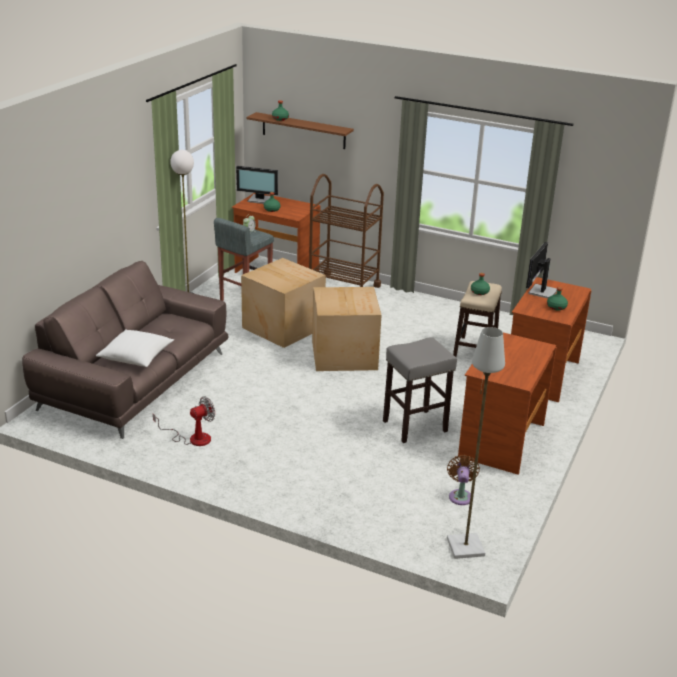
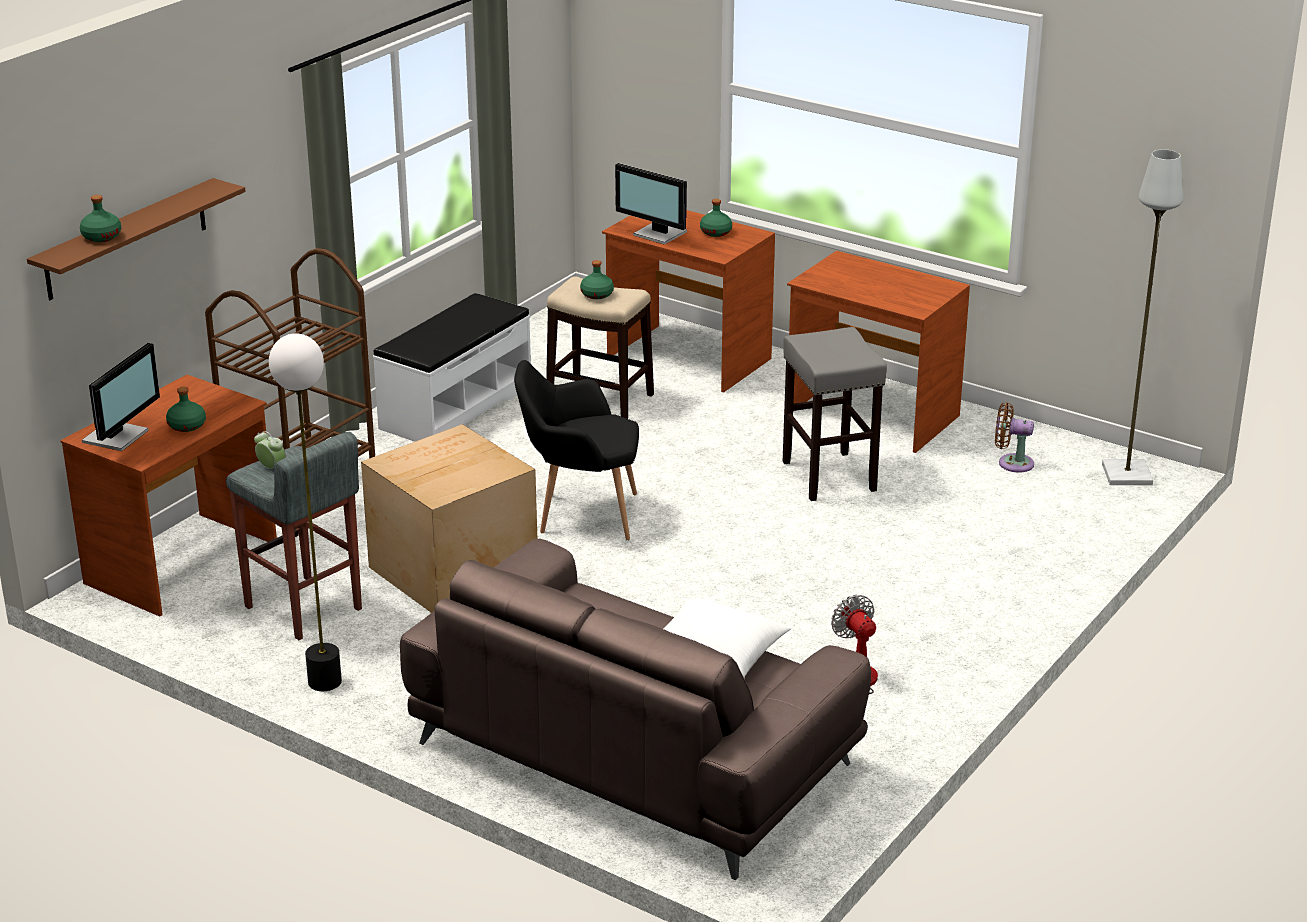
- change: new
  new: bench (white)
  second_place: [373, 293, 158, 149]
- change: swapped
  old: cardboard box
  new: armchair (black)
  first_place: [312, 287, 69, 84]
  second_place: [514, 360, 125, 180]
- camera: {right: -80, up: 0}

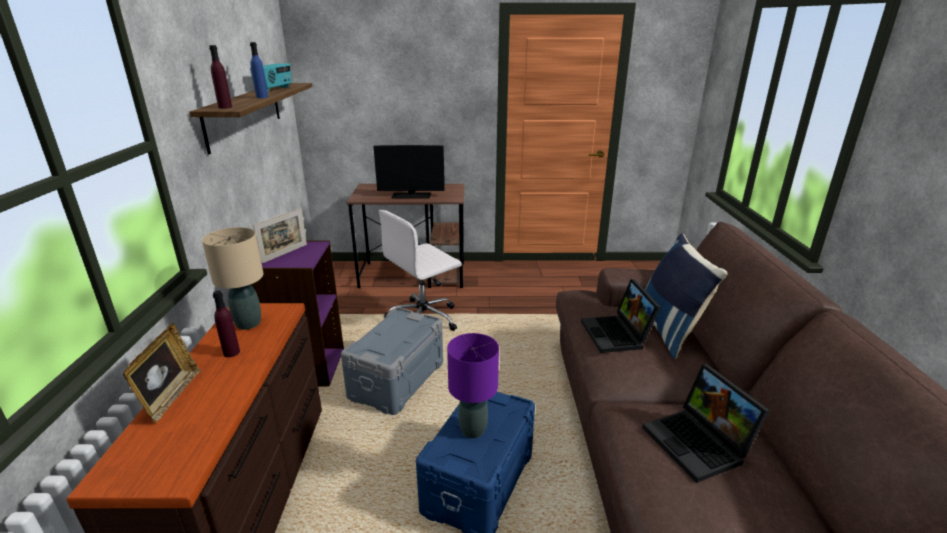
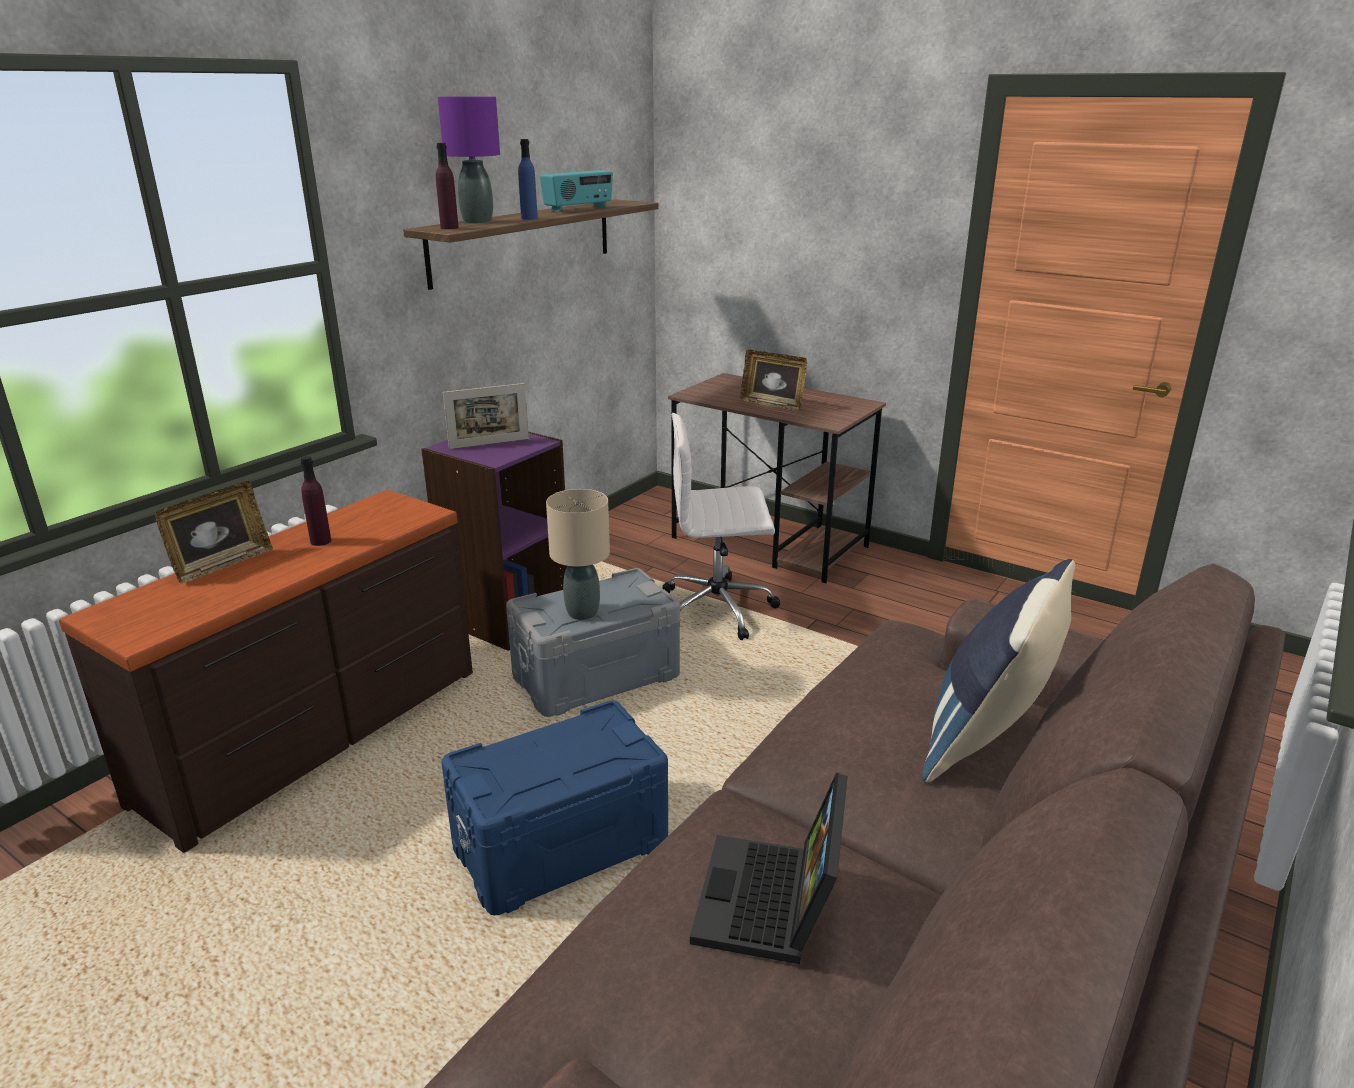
- change: gone
  old: laptop
  first_place: [581, 279, 80, 74]
- change: shifted
  old: table lamp (beige)
  first_place: [202, 227, 61, 103]
  second_place: [546, 489, 64, 131]
- change: shifted
  old: table lamp (purple)
  first_place: [447, 333, 52, 105]
  second_place: [438, 97, 62, 127]
- change: swapped
  old: monitor
  new: picture frame
  first_place: [373, 145, 72, 53]
  second_place: [740, 350, 67, 62]
- camera: {right: 35, up: 0}

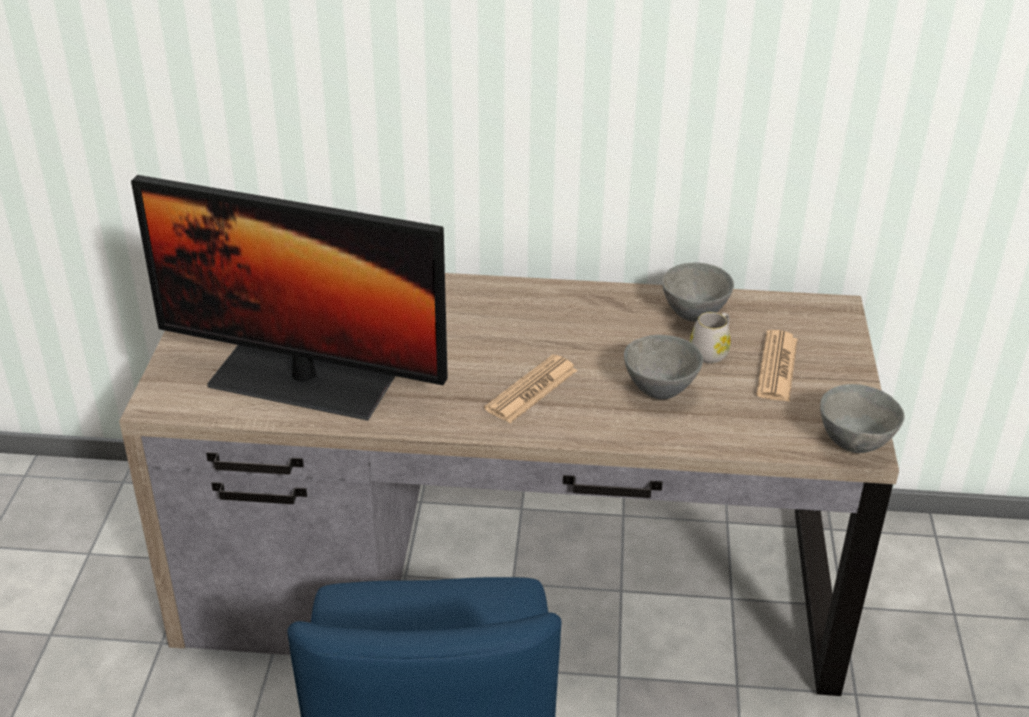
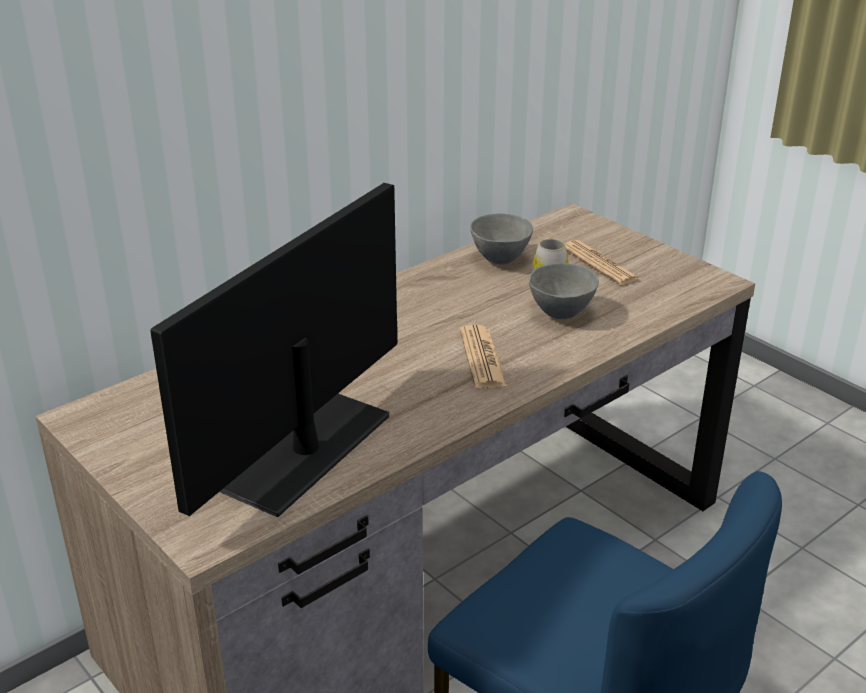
- change: gone
  old: bowl (grey)
  first_place: [820, 384, 85, 69]
- change: rotated
  old: monitor
  first_place: [131, 175, 317, 245]
  second_place: [150, 183, 247, 334]
  degrees: 150
- camera: {right: -45, up: -5}

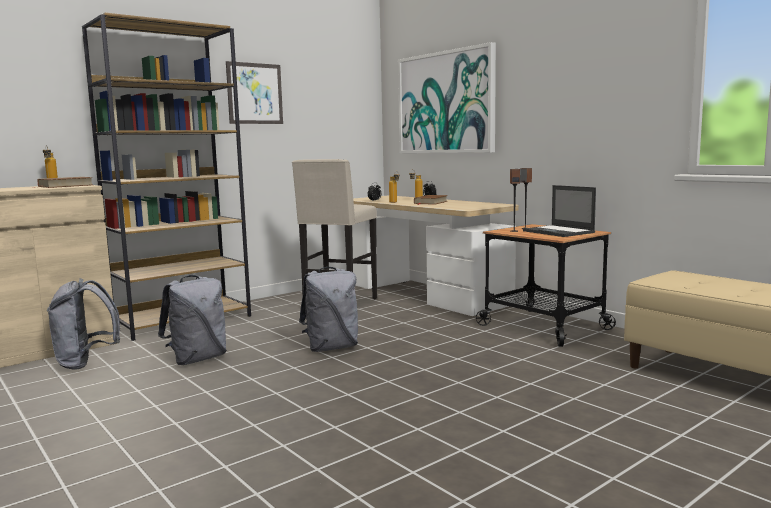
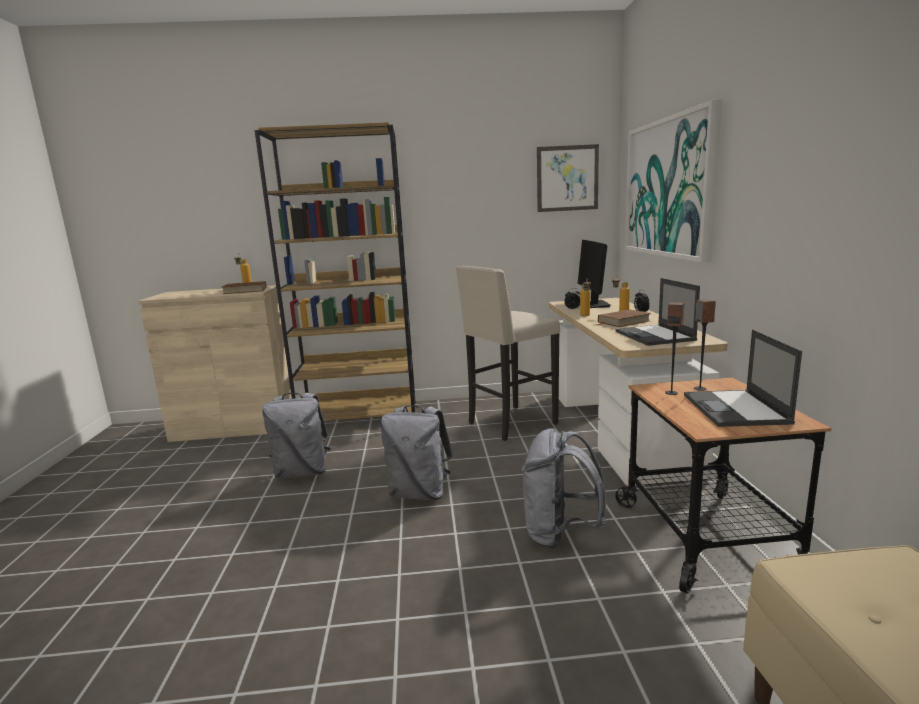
- change: new
  new: monitor
  second_place: [578, 240, 33, 68]
- change: new
  new: laptop
  second_place: [615, 278, 85, 68]
- change: shifted
  old: backpack (grey)
  first_place: [47, 278, 73, 91]
  second_place: [522, 428, 84, 121]
- change: shifted
  old: picture
  first_place: [226, 61, 57, 63]
  second_place: [537, 144, 62, 68]
- camera: {right: 35, up: 5}

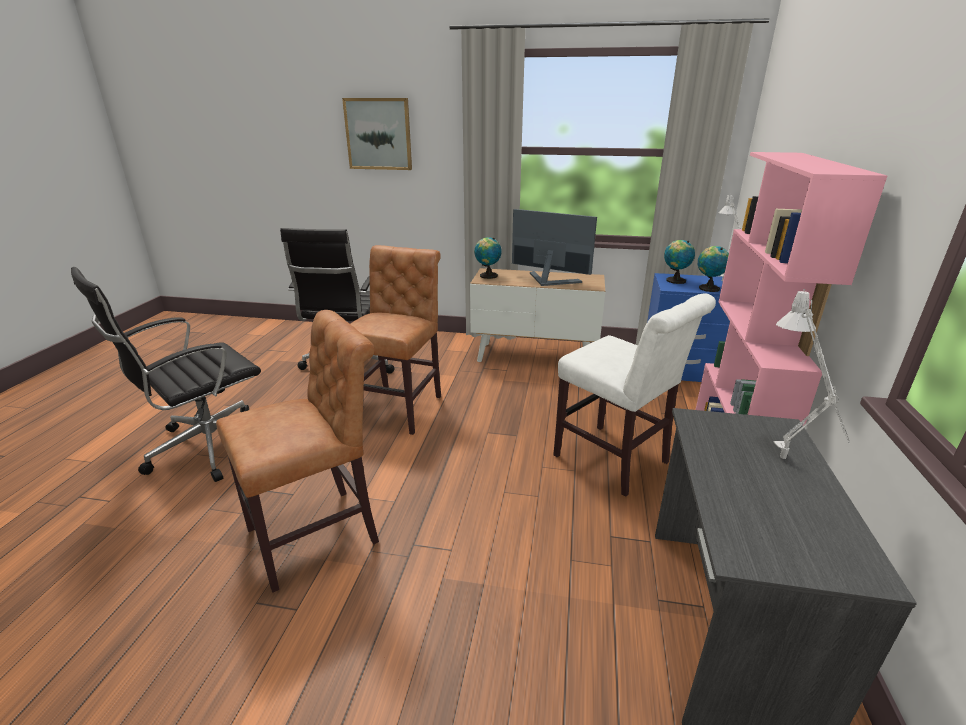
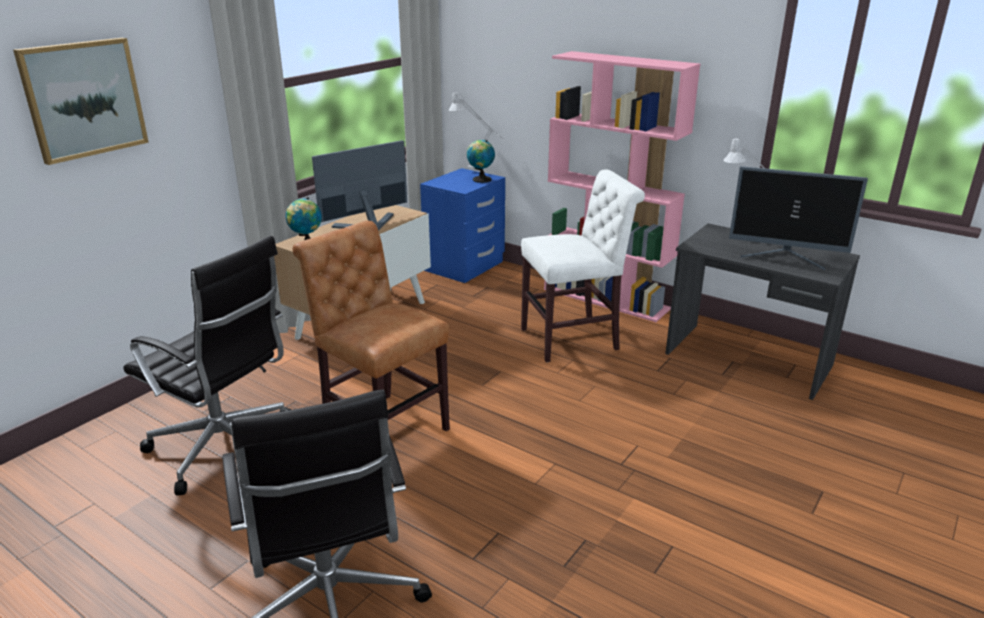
- change: gone
  old: chair (brown)
  first_place: [216, 310, 163, 283]
- change: gone
  old: globe
  first_place: [664, 240, 31, 44]
- change: new
  new: monitor
  second_place: [729, 166, 139, 104]
- camera: {right: -65, up: 0}

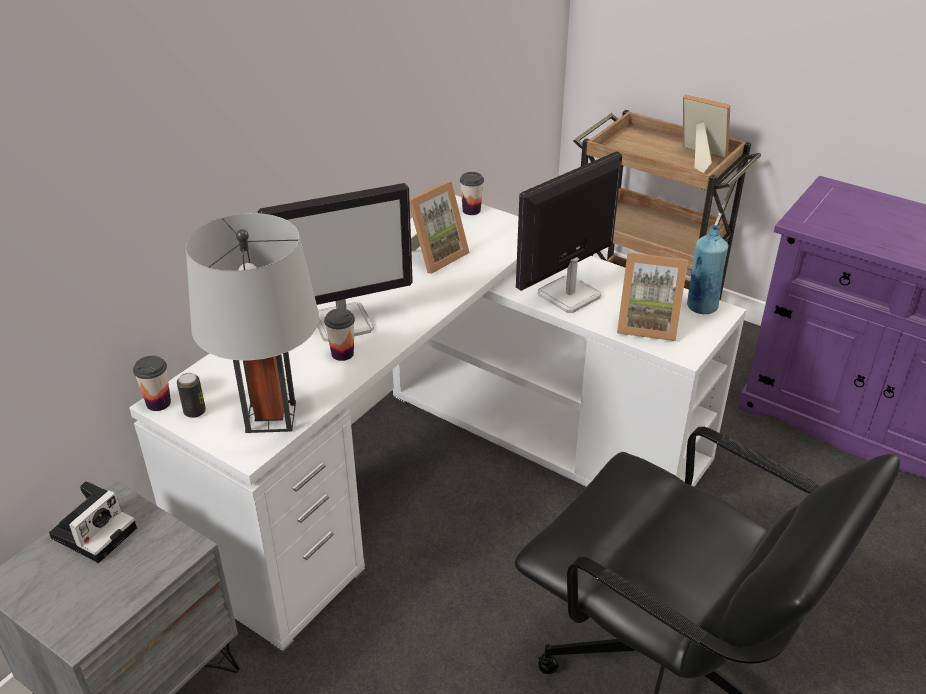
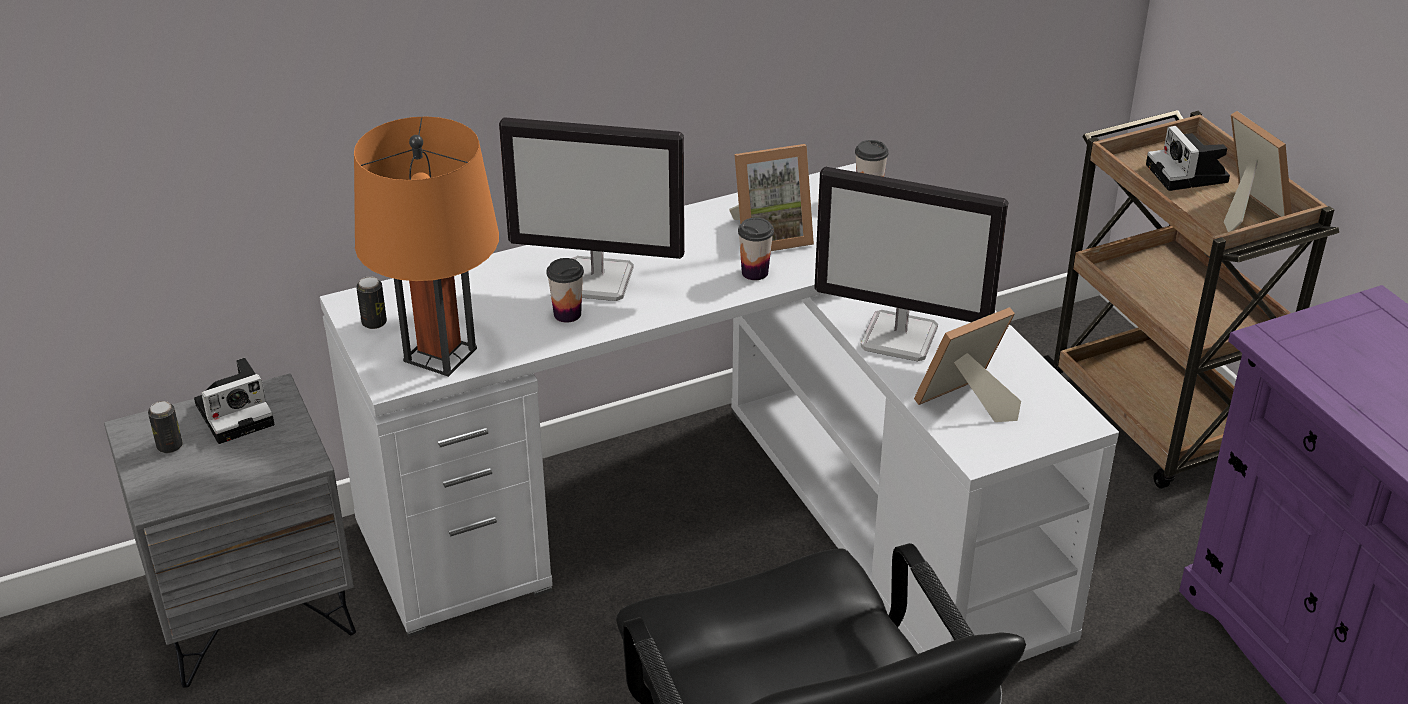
- change: gone
  old: bottle (blue)
  first_place: [687, 225, 42, 89]
- change: new
  new: can
  second_place: [148, 401, 35, 52]
- change: new
  new: photo camera
  second_place: [1146, 126, 84, 65]
- change: shifted
  old: cup
  first_place: [133, 356, 38, 55]
  second_place: [738, 218, 36, 62]
- change: repainted
  old: table lamp (grey)
  new: table lamp (orange)
  first_place: [186, 213, 133, 220]
  second_place: [354, 117, 145, 260]
- change: rotated
  old: monitor
  first_place: [516, 151, 106, 162]
  second_place: [814, 167, 194, 194]
  degrees: -150
- change: rotated
  old: picture frame
  first_place: [617, 252, 71, 89]
  second_place: [914, 307, 107, 115]
  degrees: 105
- camera: {right: 30, up: 0}

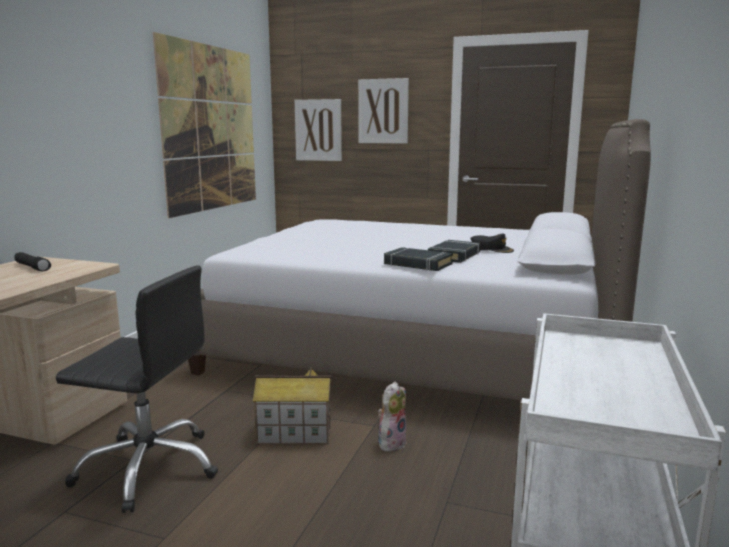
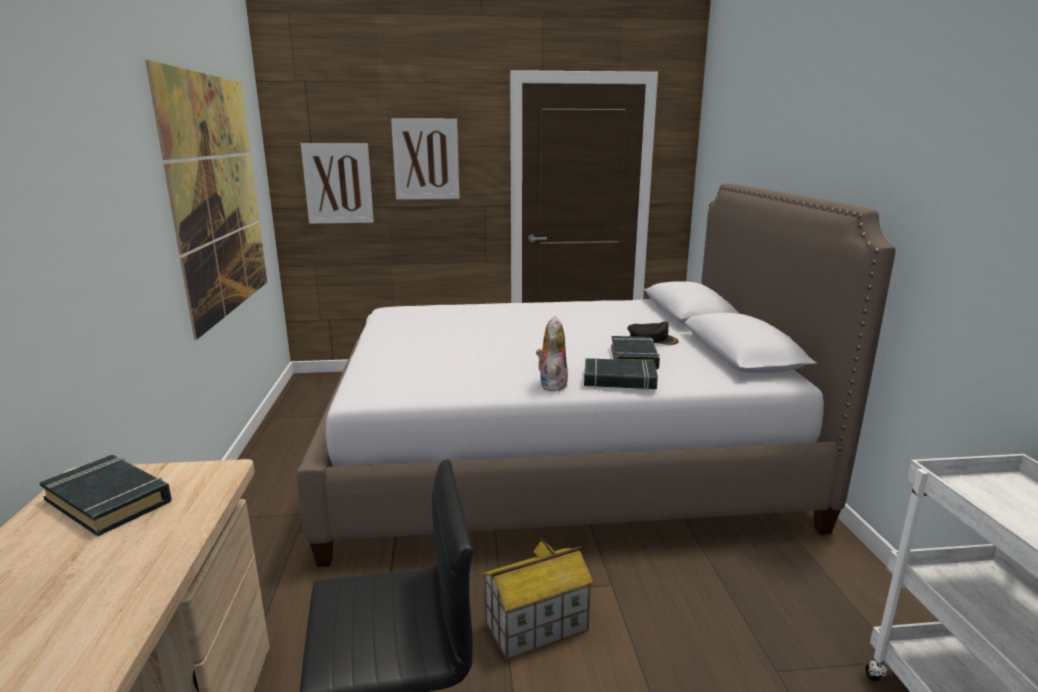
- change: shifted
  old: plush toy
  first_place: [378, 382, 29, 71]
  second_place: [536, 316, 32, 76]
- change: swapped
  old: flashlight (black)
  new: book (black)
  first_place: [14, 252, 37, 19]
  second_place: [40, 455, 132, 81]
- camera: {right: -25, up: 5}

